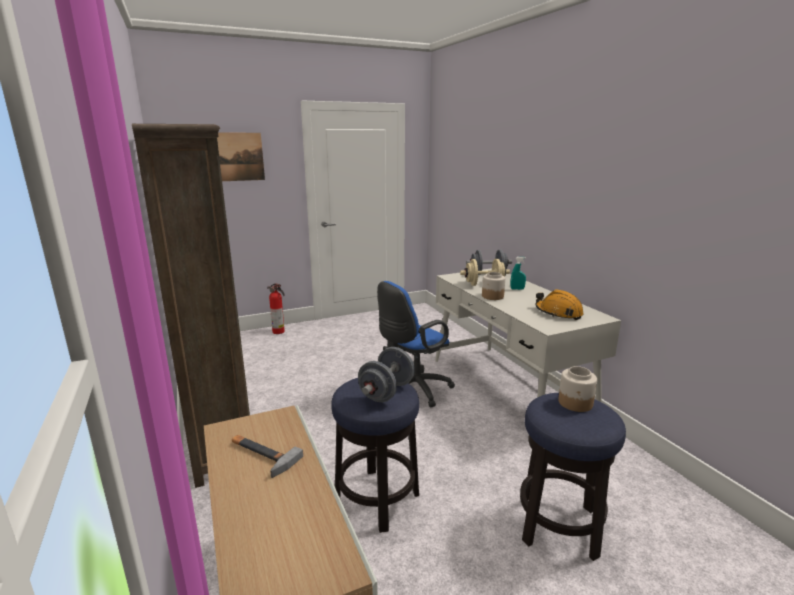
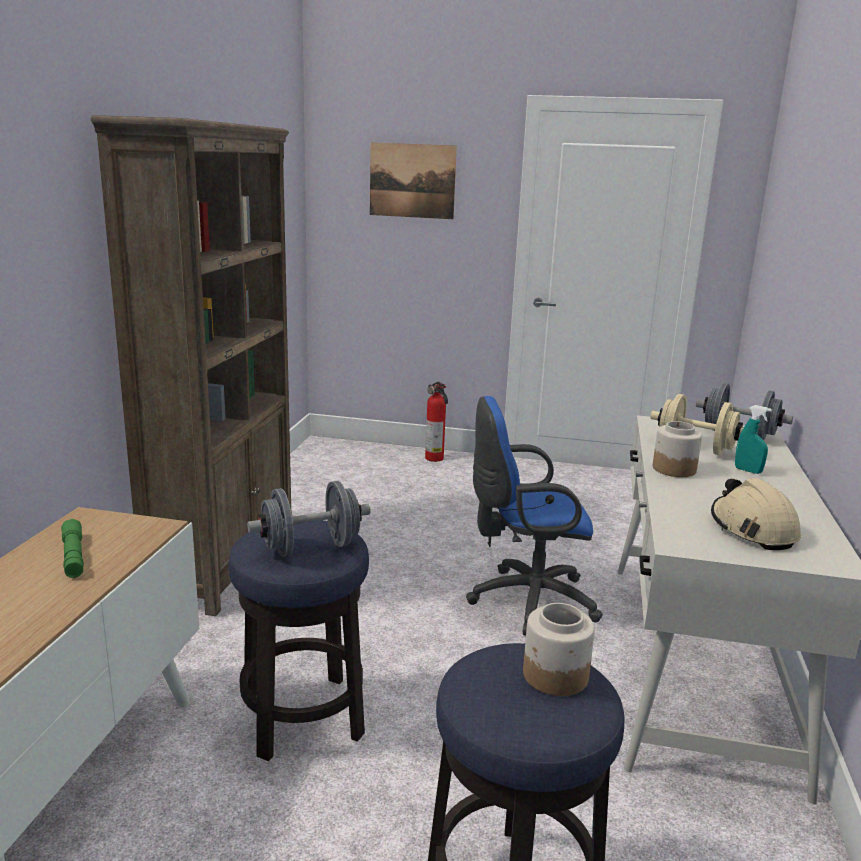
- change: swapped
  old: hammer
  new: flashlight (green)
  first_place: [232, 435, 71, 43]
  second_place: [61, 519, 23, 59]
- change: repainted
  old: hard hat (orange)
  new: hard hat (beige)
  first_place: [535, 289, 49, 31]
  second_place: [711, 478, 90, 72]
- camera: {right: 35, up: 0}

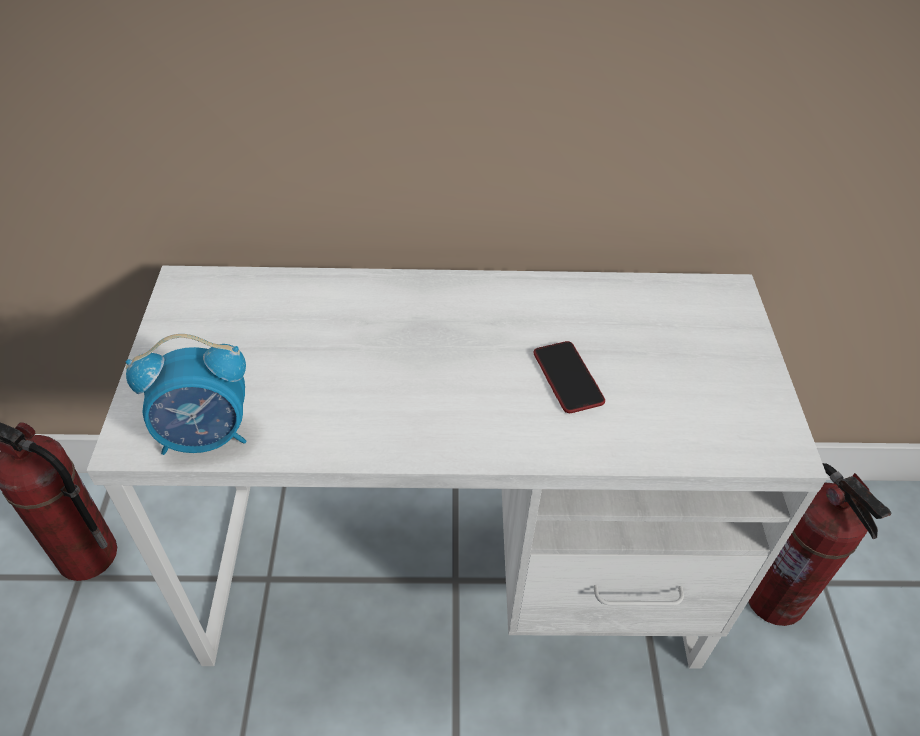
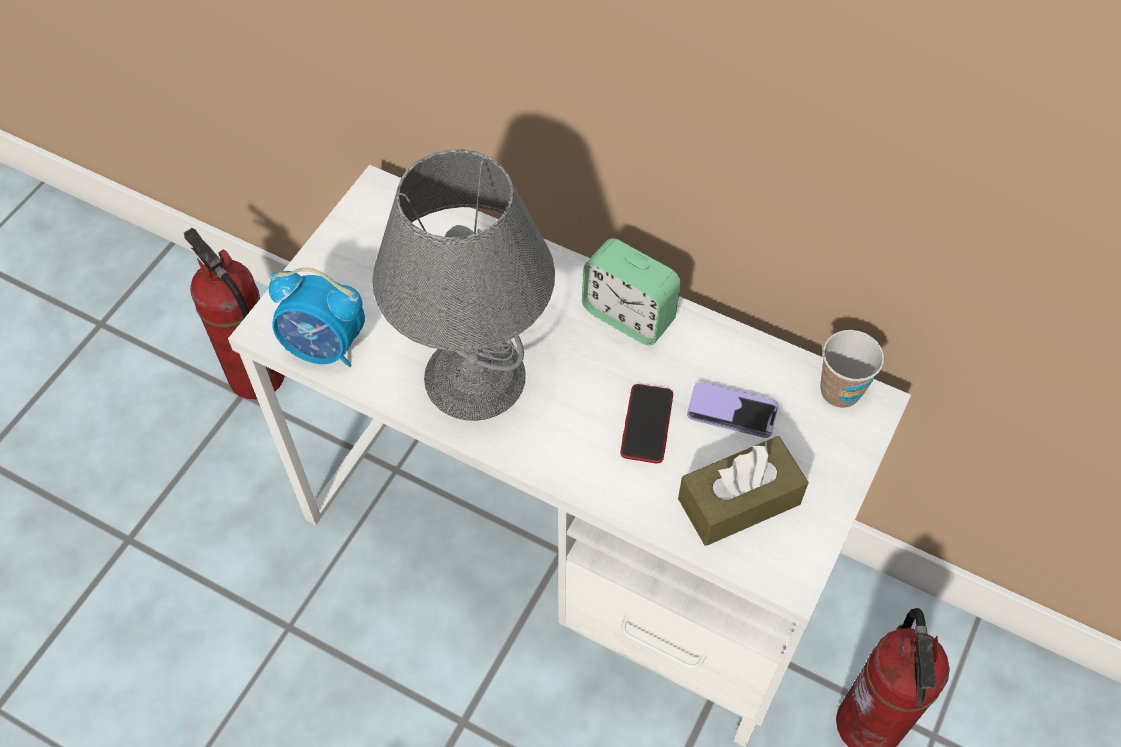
- change: new
  new: table lamp (grey)
  second_place: [372, 149, 183, 272]
- change: new
  new: alarm clock
  second_place: [582, 238, 99, 108]
- change: new
  new: tissue box (brown)
  second_place: [678, 436, 131, 110]
- change: new
  new: phone
  second_place: [687, 382, 91, 56]
- change: new
  new: cup
  second_place: [820, 330, 64, 78]
- camera: {right: 30, up: 10}

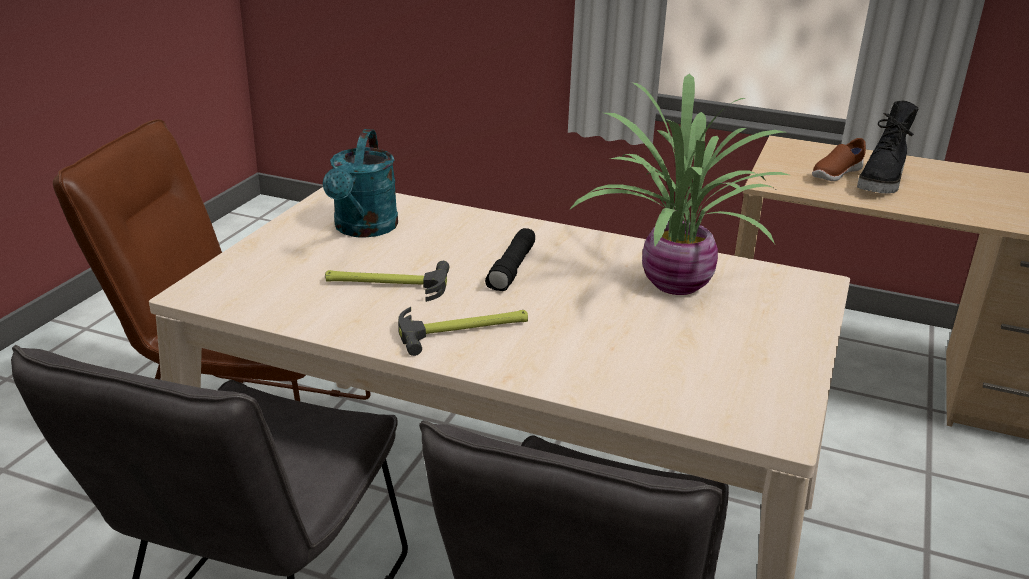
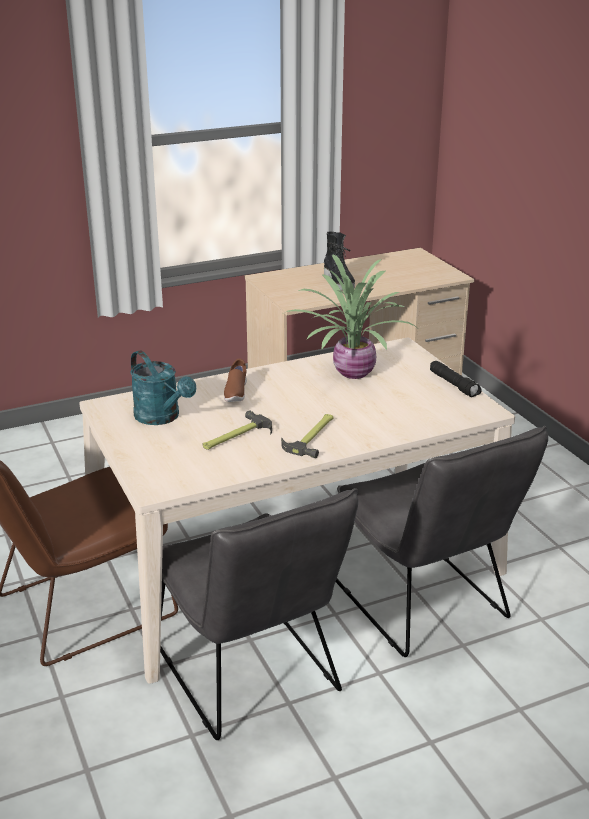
- change: shifted
  old: flashlight (black)
  first_place: [485, 228, 50, 63]
  second_place: [430, 361, 52, 36]
- change: shifted
  old: shoe (brown)
  first_place: [812, 138, 54, 43]
  second_place: [224, 359, 23, 43]
- camera: {right: -45, up: 0}

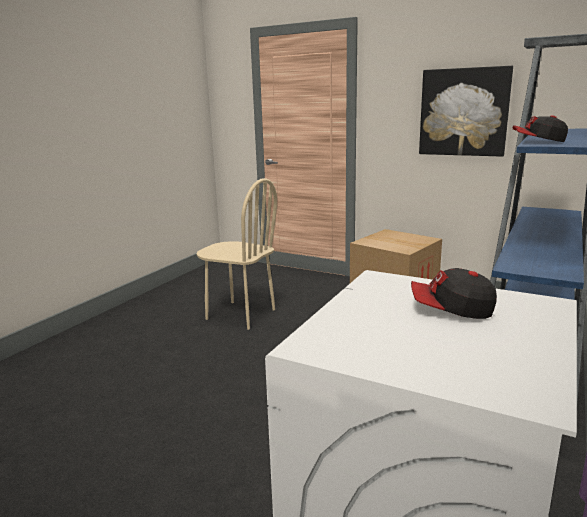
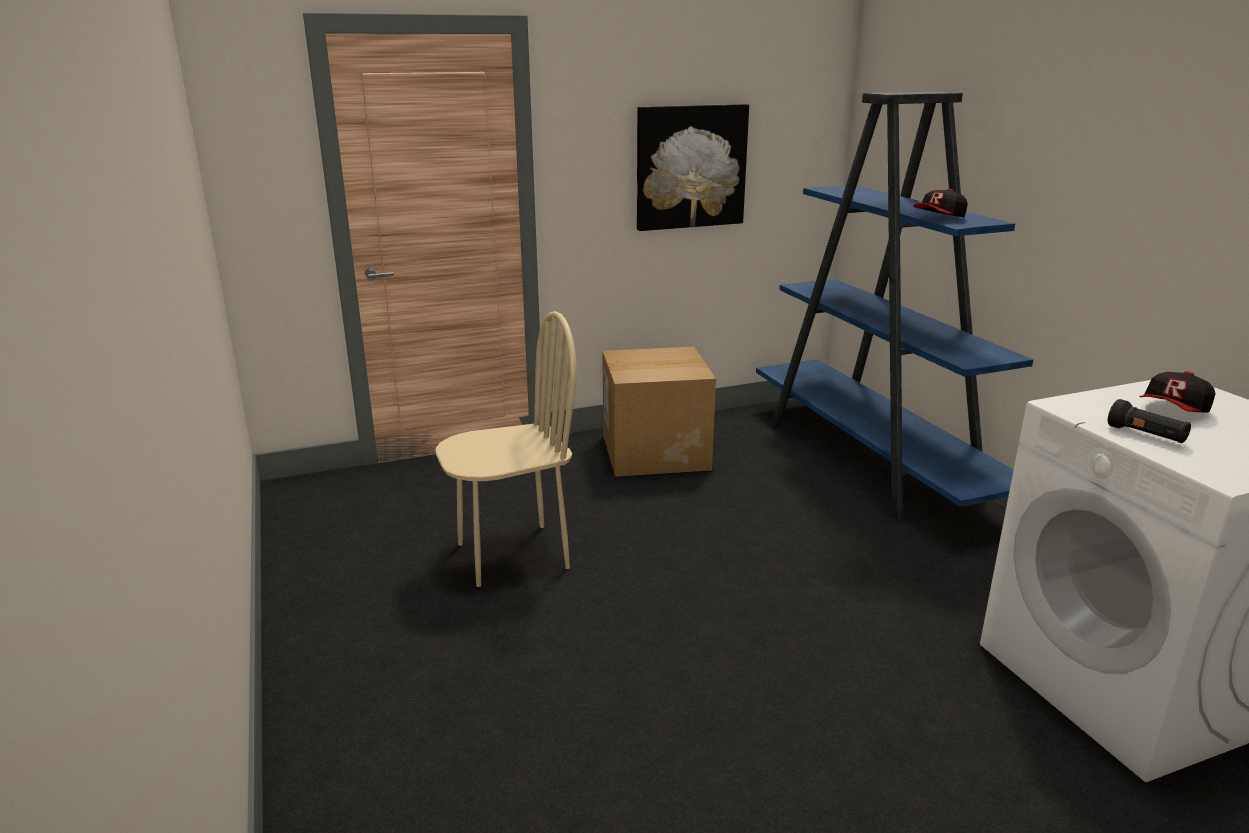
- change: new
  new: flashlight (black)
  second_place: [1108, 399, 83, 44]
- camera: {right: -50, up: 5}

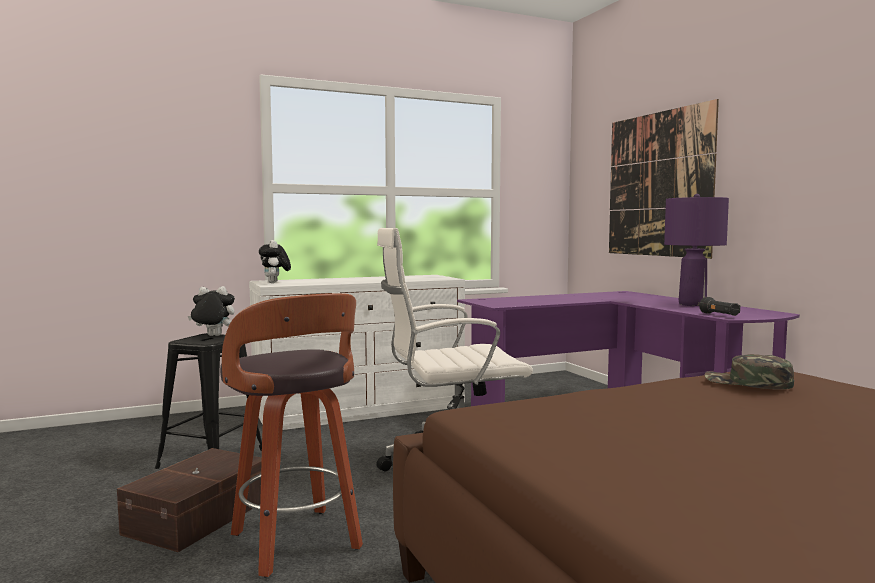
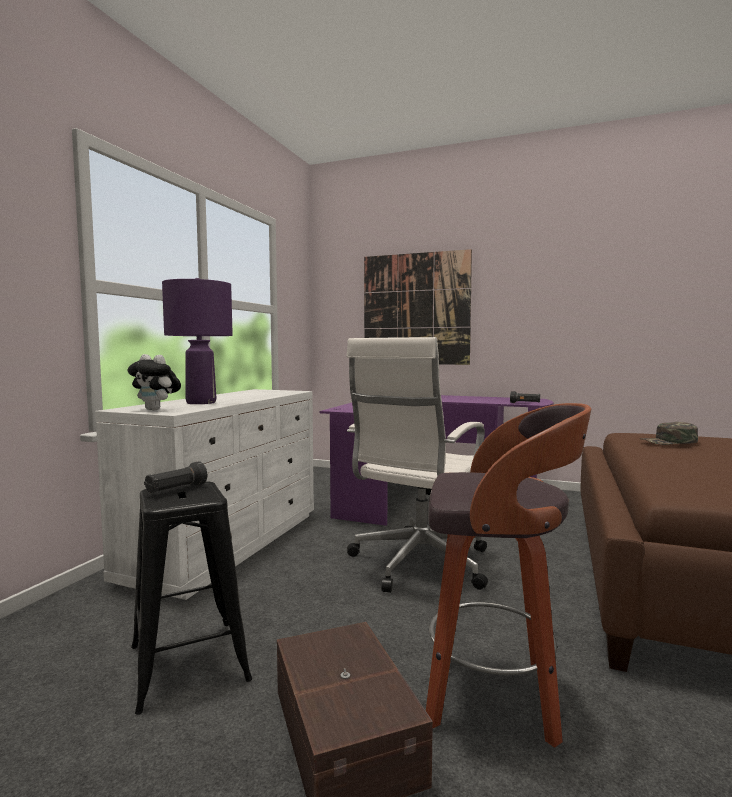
- change: shifted
  old: table lamp (purple)
  first_place: [664, 194, 65, 112]
  second_place: [162, 278, 71, 126]
- change: swapped
  old: plush toy
  new: flashlight (black)
  first_place: [188, 286, 47, 50]
  second_place: [144, 461, 63, 32]
- camera: {right: -45, up: 0}

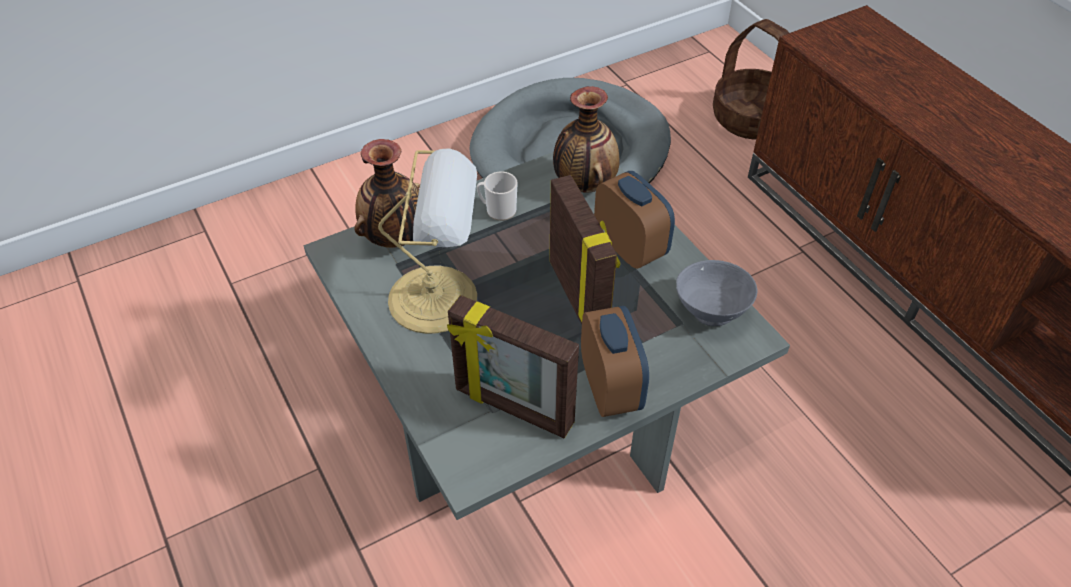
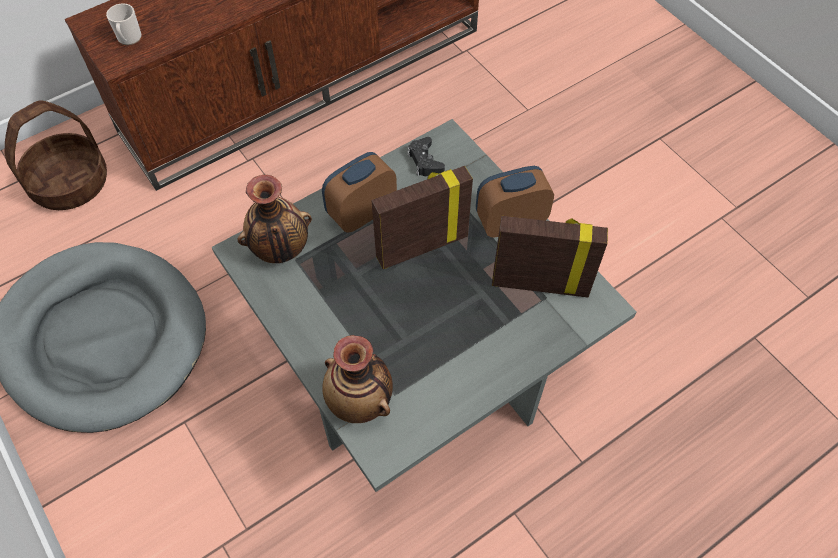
- change: gone
  old: table lamp
  first_place: [378, 148, 99, 186]
- change: shifted
  old: mug
  first_place: [477, 172, 40, 49]
  second_place: [106, 3, 36, 42]
- change: swapped
  old: bowl (grey)
  new: game controller (black)
  first_place: [676, 260, 82, 66]
  second_place: [407, 137, 38, 39]
- change: rotated
  old: picture frame
  first_place: [447, 295, 132, 143]
  second_place: [492, 216, 116, 81]
  degrees: -105
- camera: {right: -95, up: 10}

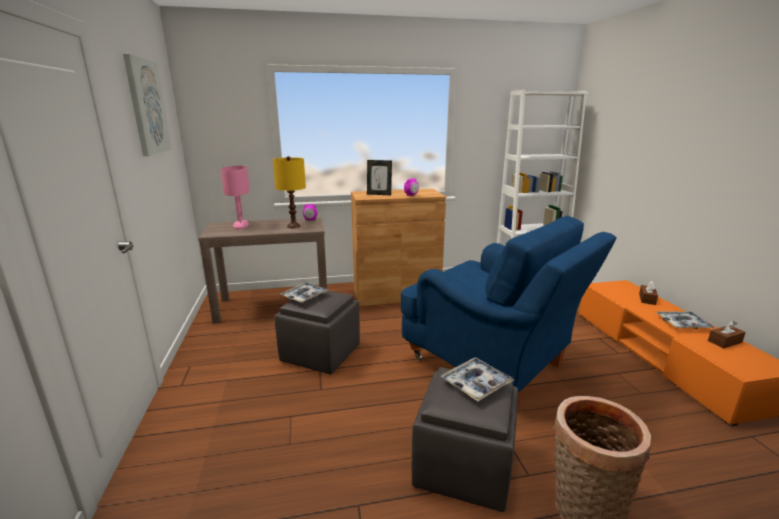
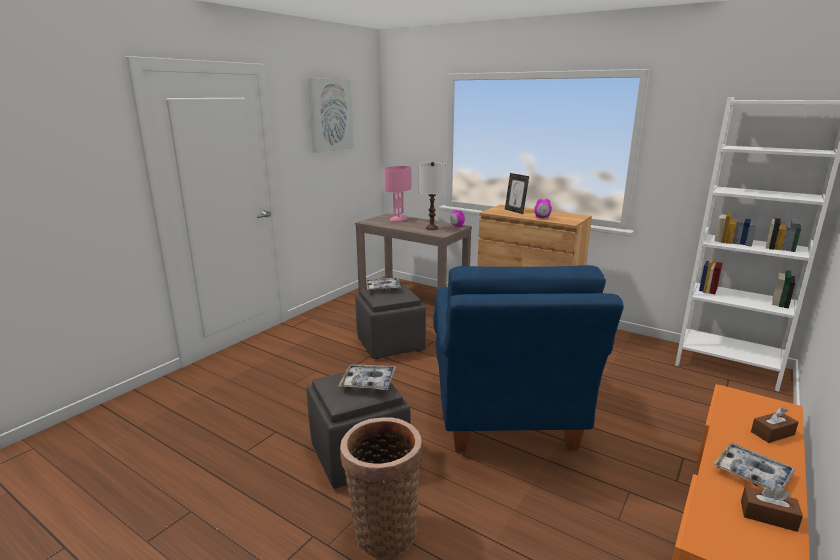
- change: repainted
  old: table lamp (yellow)
  new: table lamp (white)
  first_place: [273, 156, 33, 72]
  second_place: [418, 162, 29, 68]
- camera: {right: 45, up: 0}

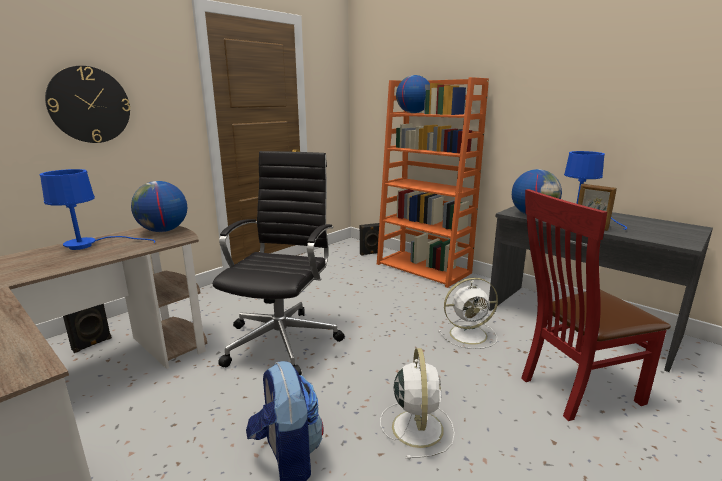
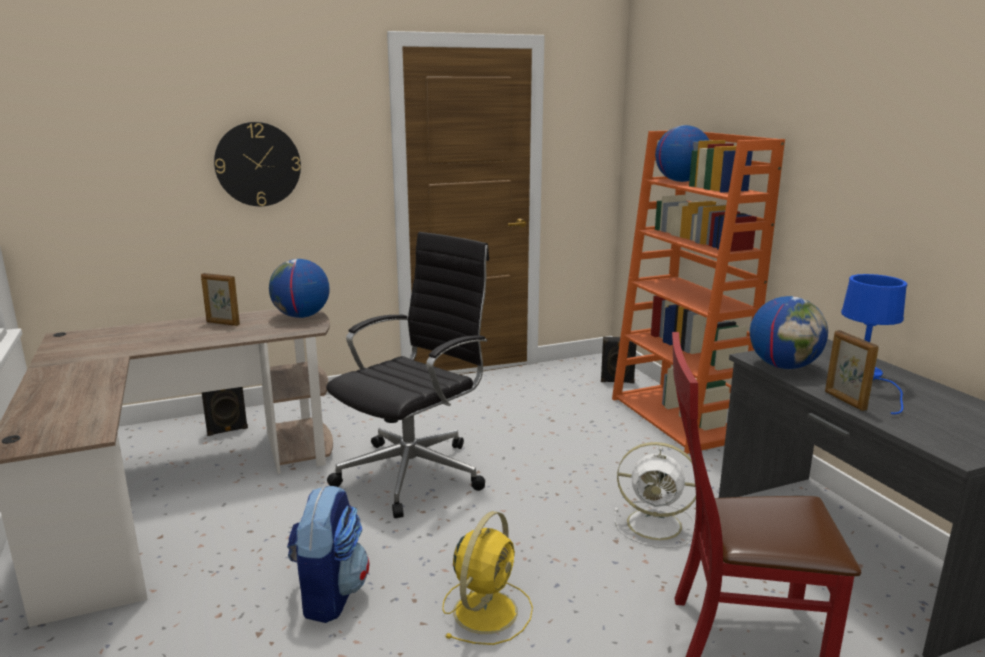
- change: swapped
  old: table lamp (blue)
  new: picture frame
  first_place: [40, 169, 116, 81]
  second_place: [201, 273, 39, 53]
- change: repainted
  old: fan (white)
  new: fan (yellow)
  first_place: [380, 348, 75, 111]
  second_place: [442, 511, 91, 134]
- camera: {right: 25, up: 0}

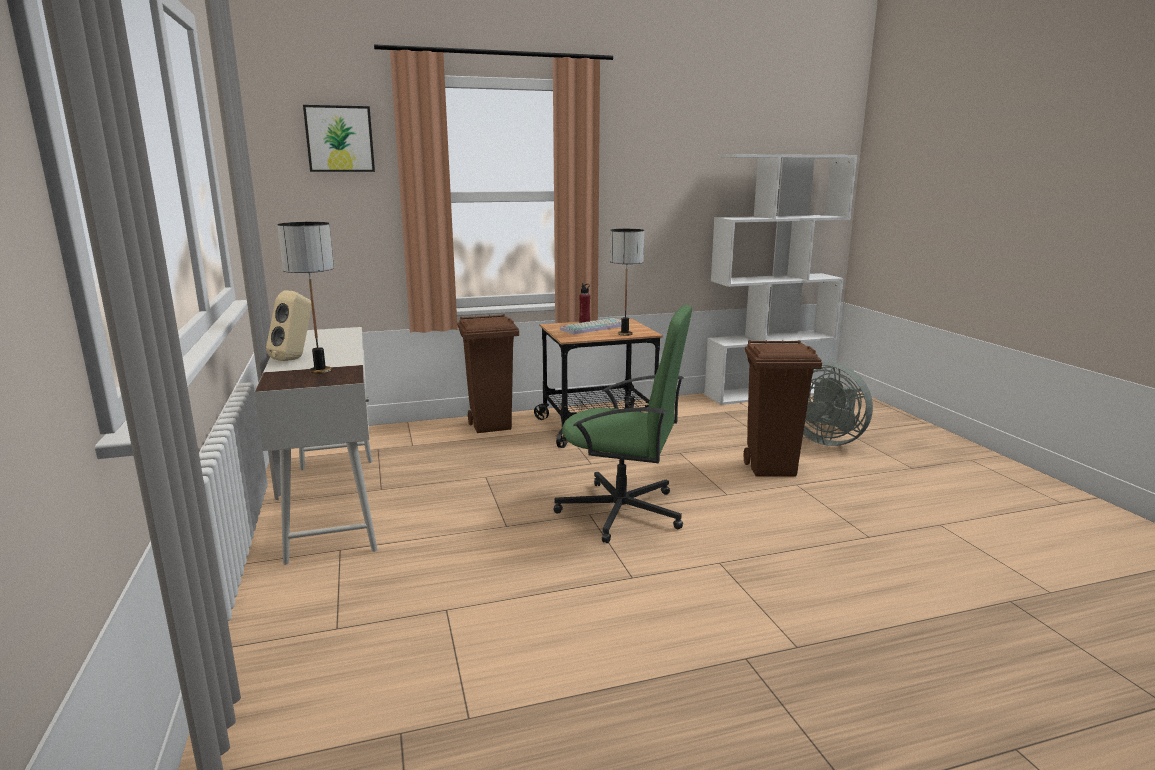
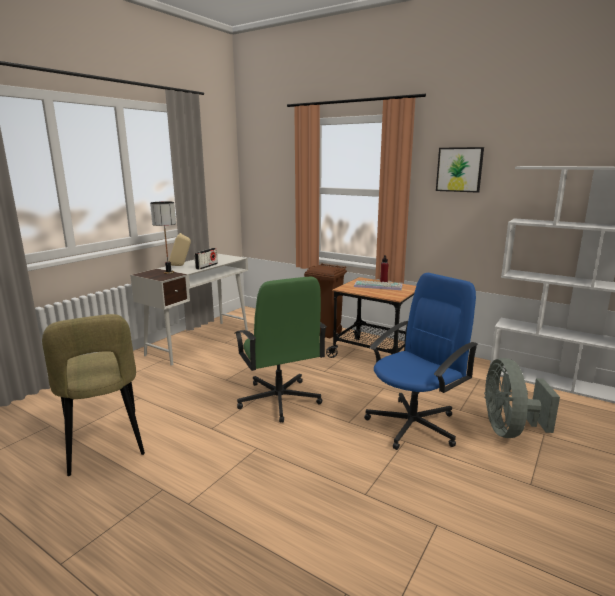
- change: gone
  old: table lamp
  first_place: [610, 229, 34, 107]
- change: new
  new: chair (beige)
  second_place: [42, 314, 103, 162]
- change: new
  new: radio
  second_place: [194, 248, 24, 22]
- change: shifted
  old: picture
  first_place: [303, 105, 72, 67]
  second_place: [436, 147, 48, 46]
- change: swapped
  old: trash can (brown)
  new: office chair (blue)
  first_place: [743, 340, 79, 137]
  second_place: [364, 273, 114, 177]
- camera: {right: 50, up: 0}

